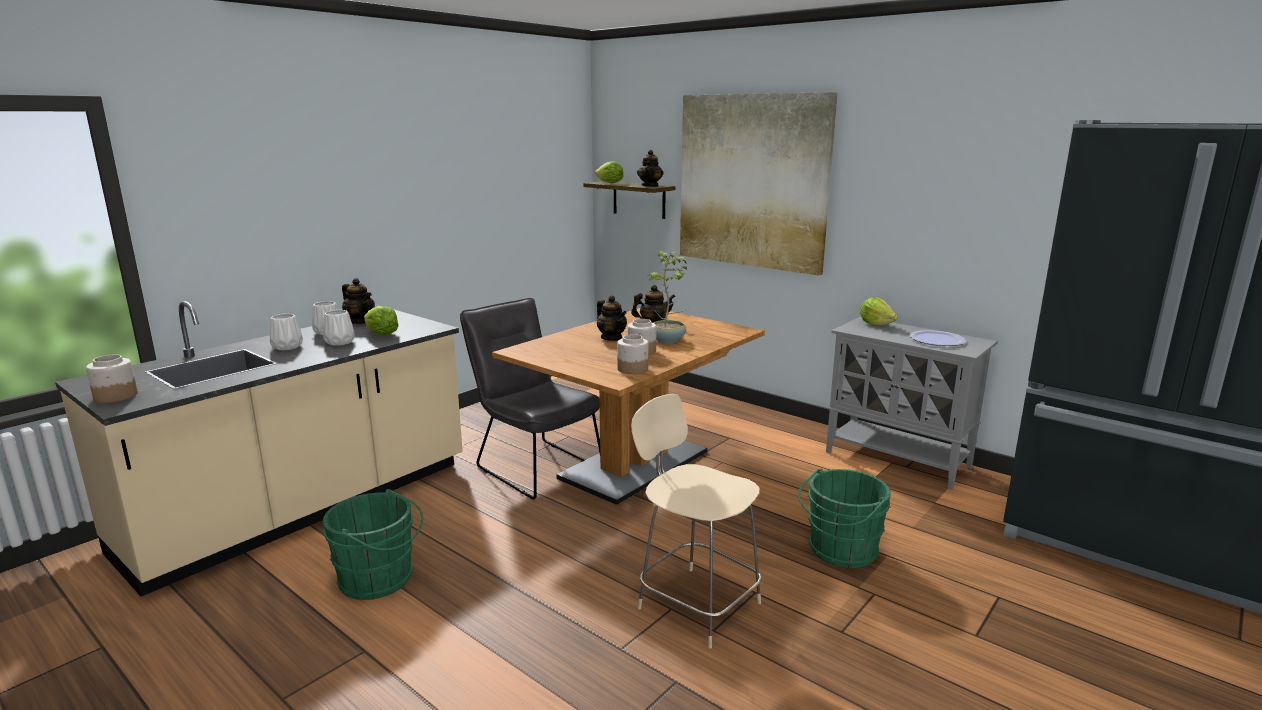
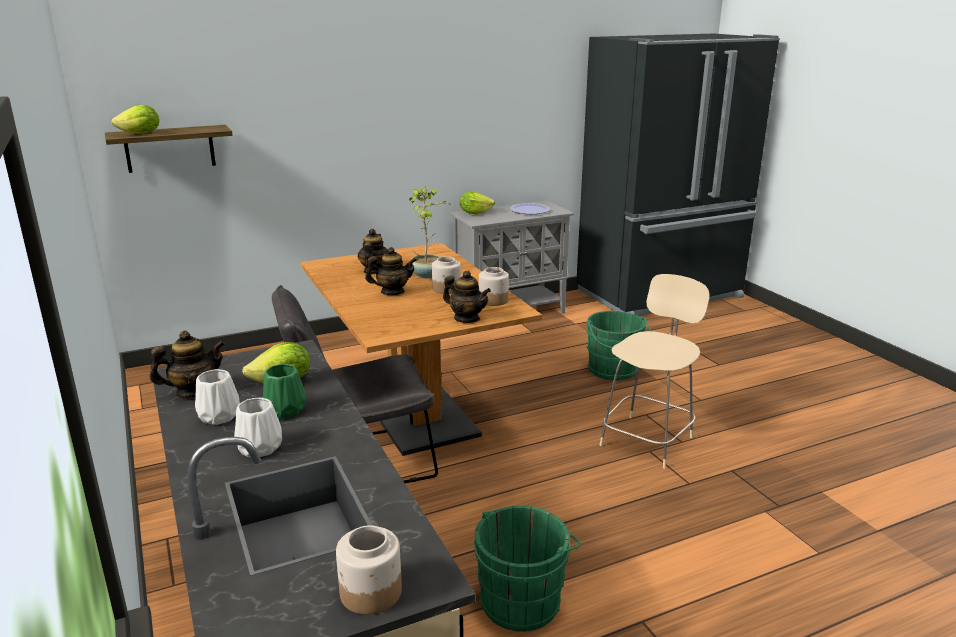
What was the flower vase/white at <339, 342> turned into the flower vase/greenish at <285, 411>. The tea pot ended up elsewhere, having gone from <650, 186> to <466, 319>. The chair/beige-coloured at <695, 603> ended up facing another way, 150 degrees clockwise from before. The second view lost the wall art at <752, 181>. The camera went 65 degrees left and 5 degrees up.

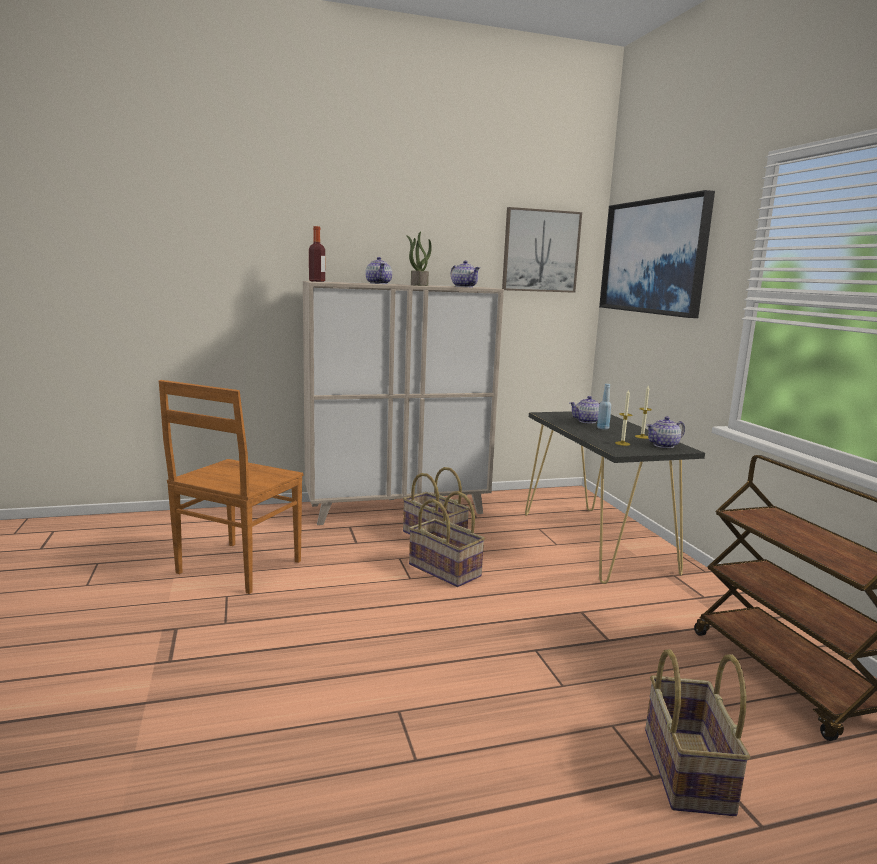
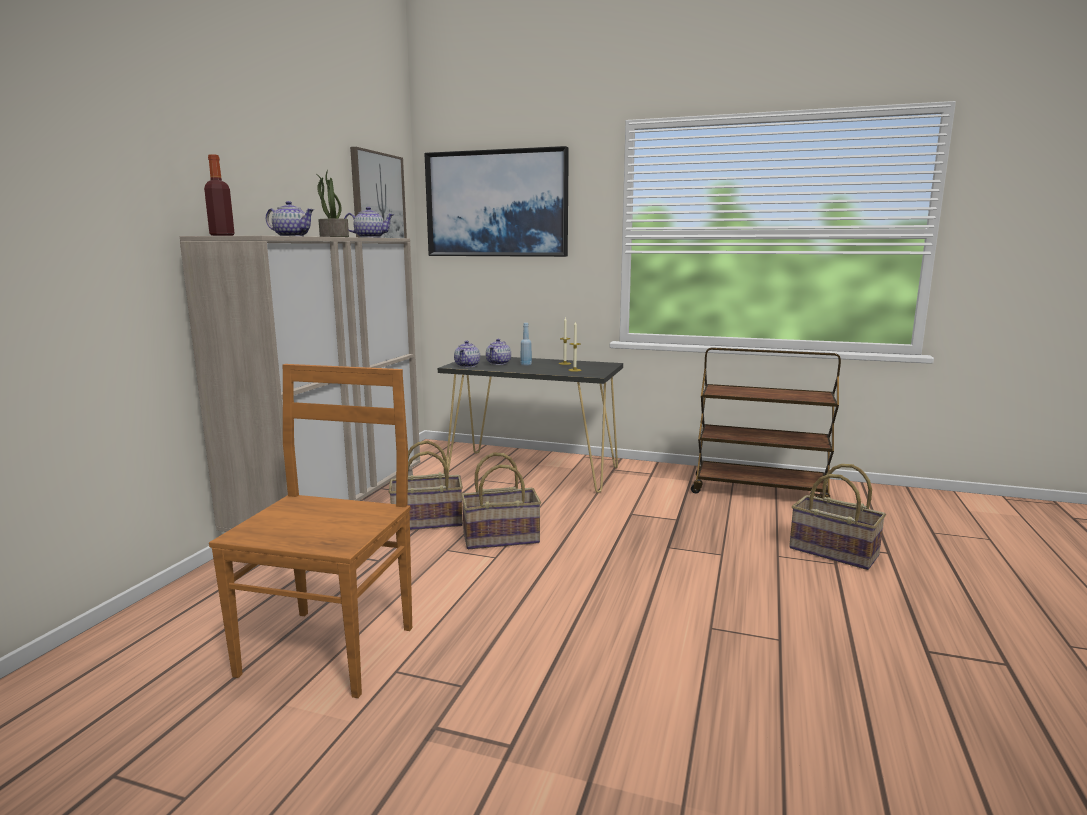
The chair/brown-coloured at <237, 568> ended up facing another way, 135 degrees counterclockwise from before. The tea pot ended up elsewhere, having gone from <664, 445> to <467, 365>. The camera went 55 degrees left and 0 degrees up.

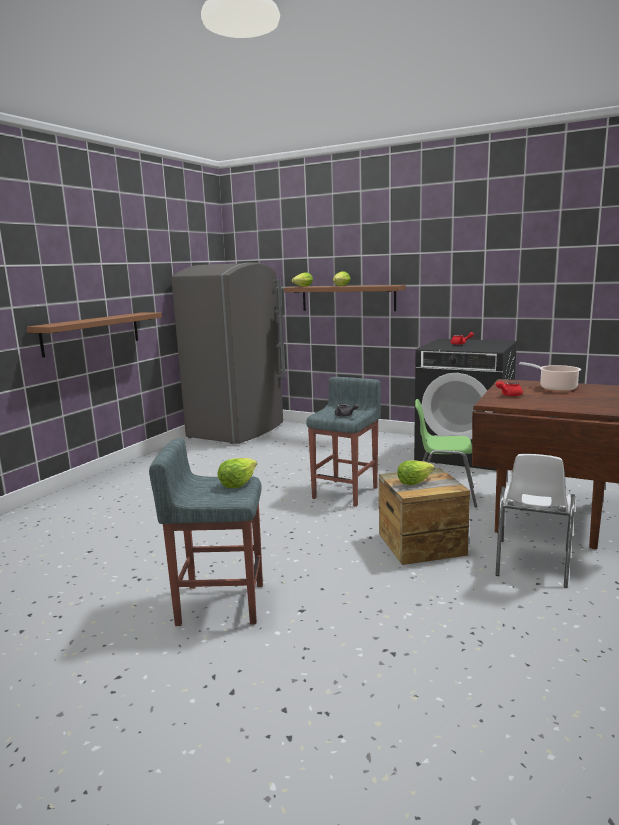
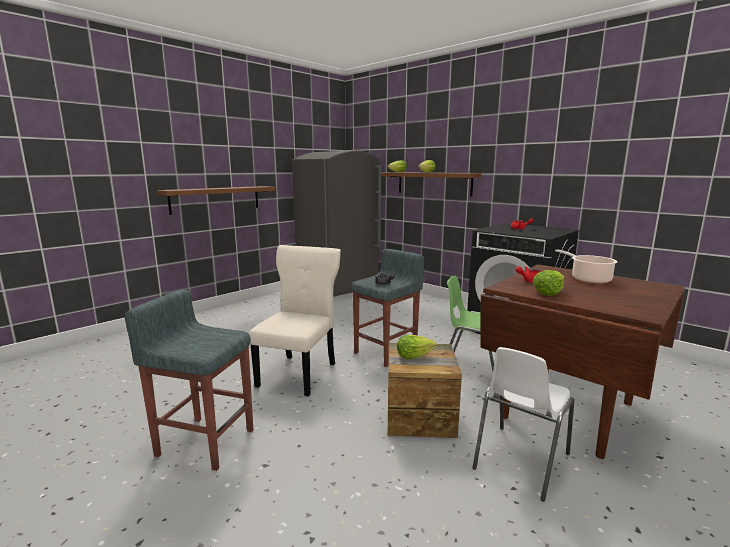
The second view gained the chair/beige-coloured at <299, 373>. The head of lettuce ended up elsewhere, having gone from <238, 483> to <548, 292>. The camera went 15 degrees right and 0 degrees up.

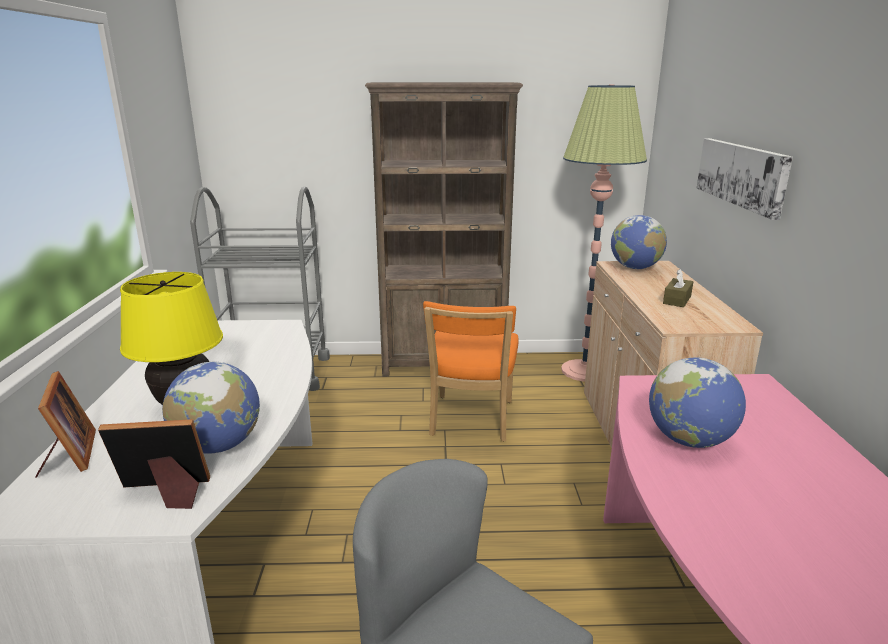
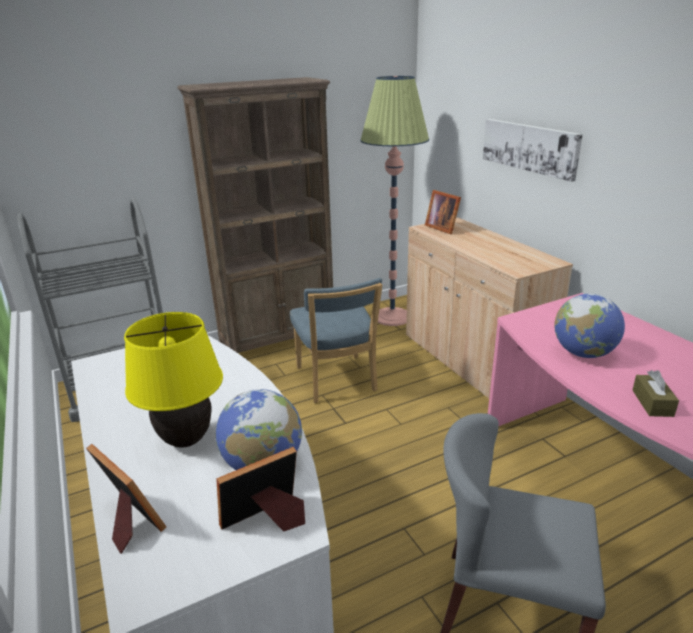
What was the chair/orangey at <470, 421> turned into the chair/bluish at <337, 381>. Where the desk globe stood at <635, 268>, the photo frame came to stand at <442, 228>. The box of tissues/brown-coloured ended up elsewhere, having gone from <677, 300> to <652, 403>. The camera went 25 degrees left and 5 degrees up.

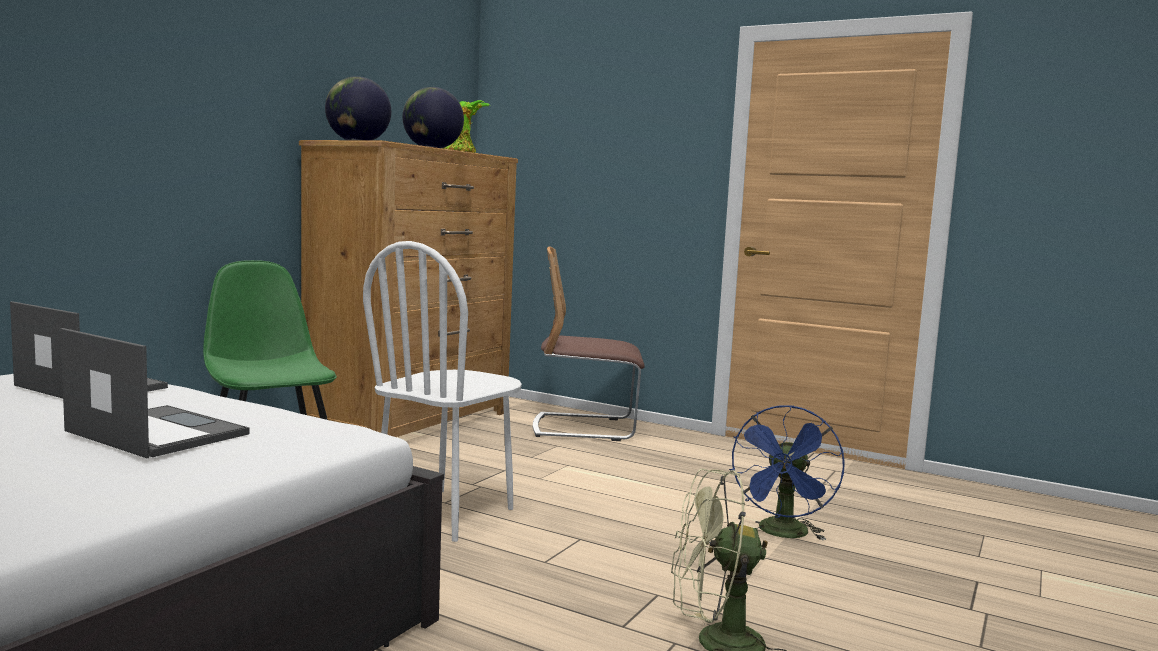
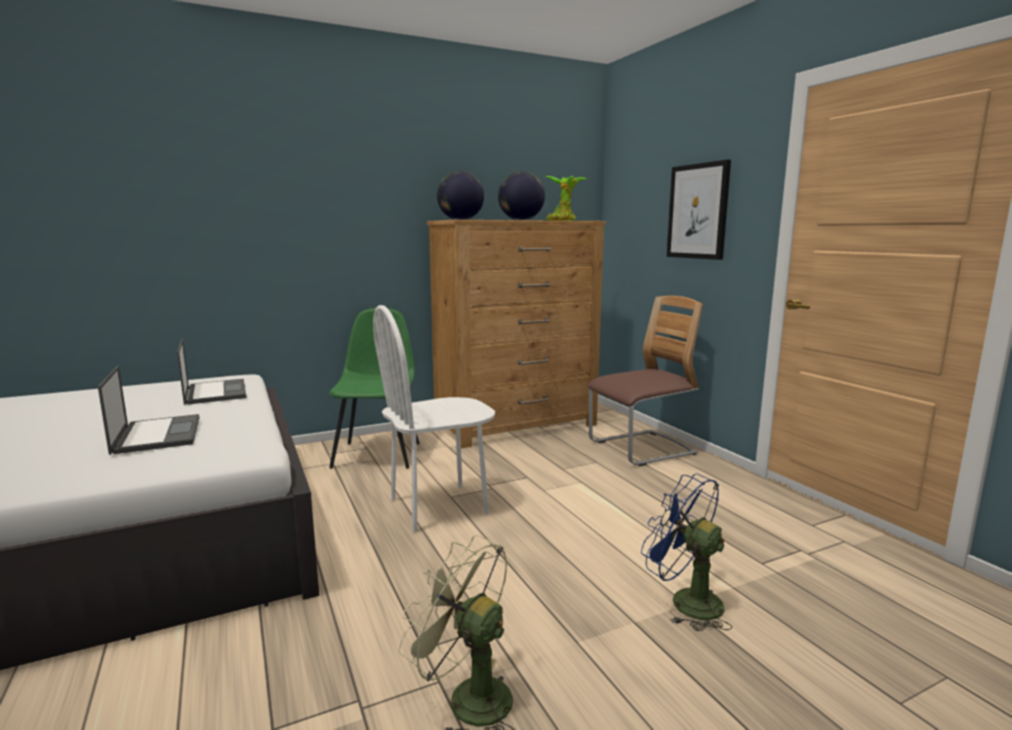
The chair at <585, 428> ended up facing another way, 120 degrees clockwise from before. The electric fan/bluish at <783, 534> ended up facing another way, 75 degrees clockwise from before. The second view gained the wall art at <698, 211>. The camera went 35 degrees right and 5 degrees up.

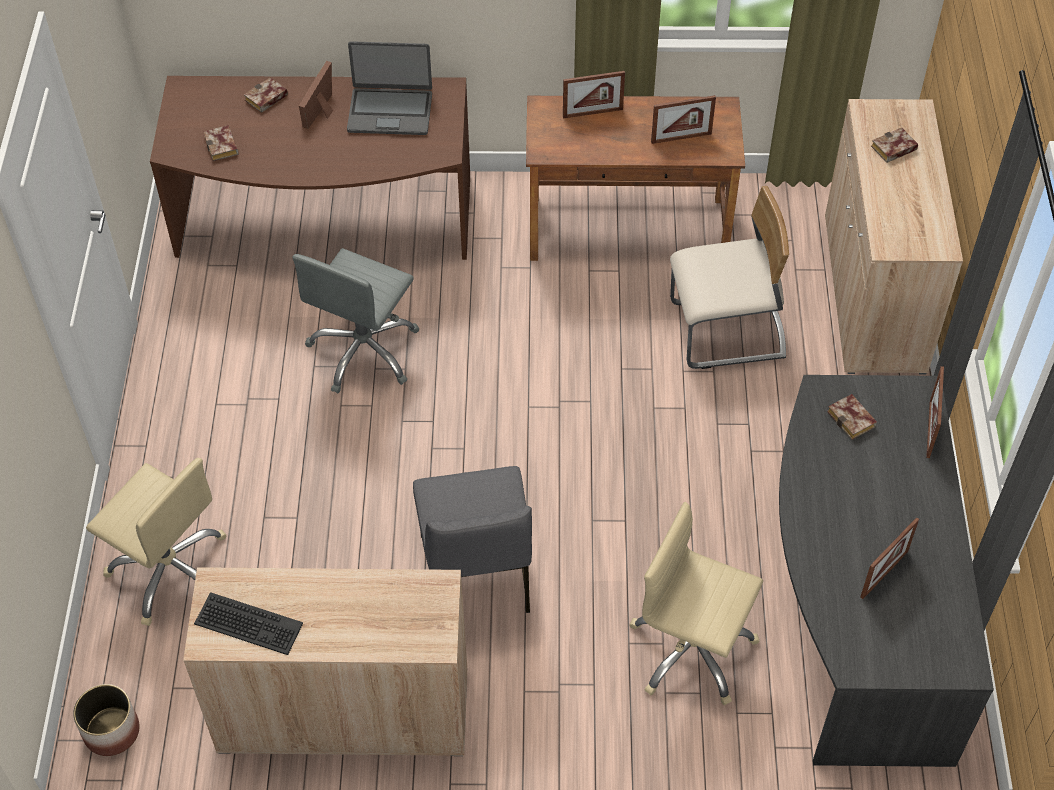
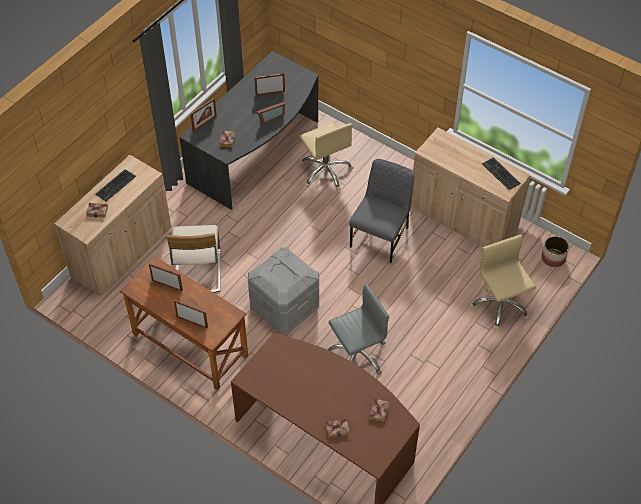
The second view gained the PC keyboard at <115, 185>. The chair/beige-coloured at <727, 332> ended up facing another way, 120 degrees counterclockwise from before. The second view gained the storage bin/greyish at <284, 307>. The photo frame ended up elsewhere, having gone from <323, 110> to <270, 117>. The second view lost the laptop at <390, 111>. The camera went 145 degrees left and 0 degrees up.

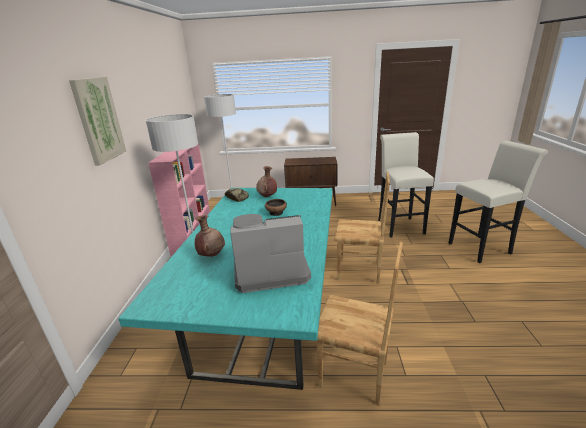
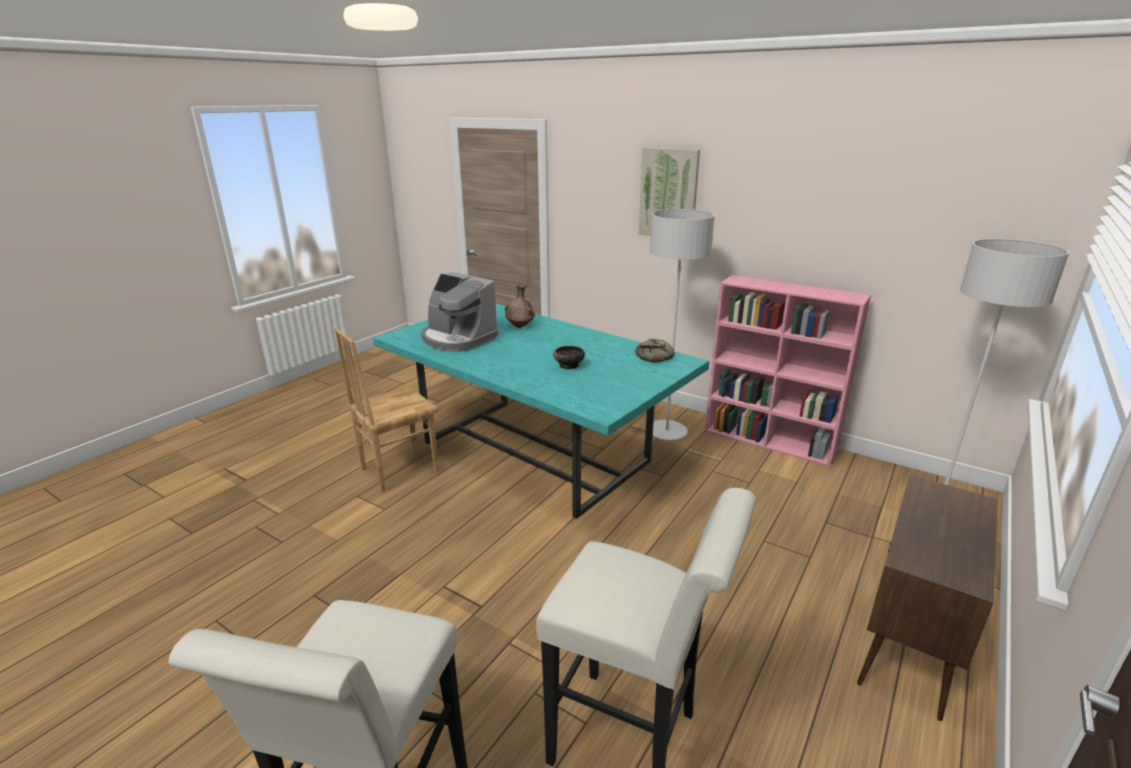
The coffee machine at <269, 271> ended up facing another way, 105 degrees clockwise from before. The second view lost the flower vase/brown-coloured at <267, 196>. The second view lost the chair/brown-coloured at <359, 272>. The camera went 120 degrees right and 0 degrees up.

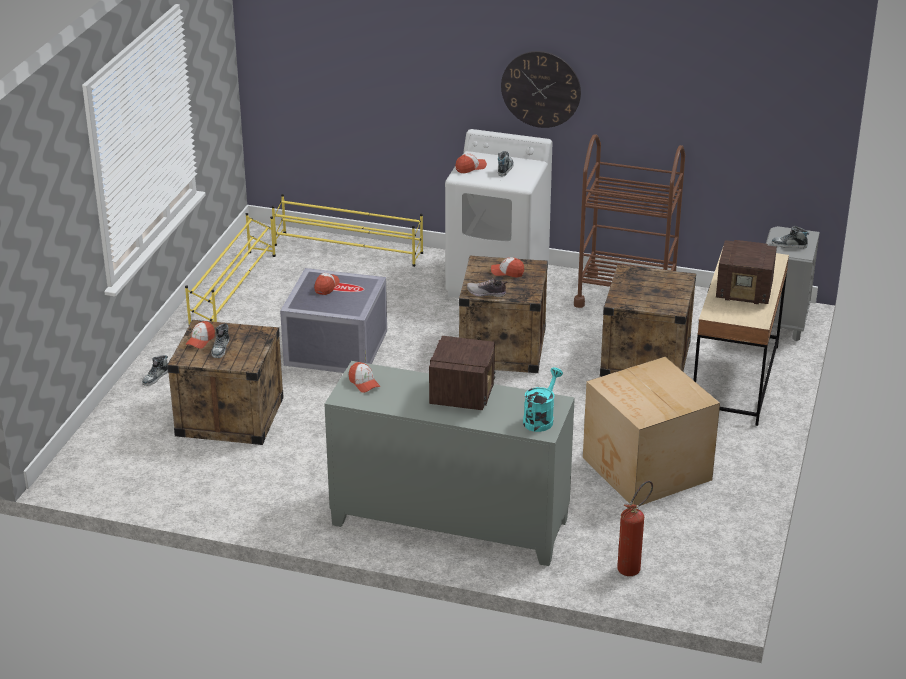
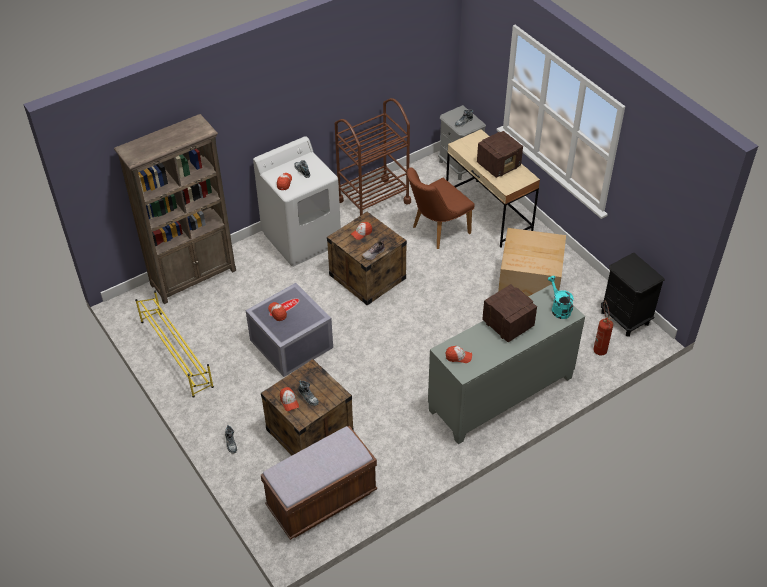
Where the shoe stand/yellow-coloured stood at <348, 249>, the bookshelf/brown-coloured came to stand at <194, 277>. The second view gained the bench/brown-coloured at <322, 500>. Where the packing crate stood at <645, 358>, the chair/brown-coloured came to stand at <436, 231>. The second view gained the bedside table/black-coloured at <625, 318>. The second view lost the hanging clock at <541, 89>. The camera went 50 degrees left and 15 degrees up.

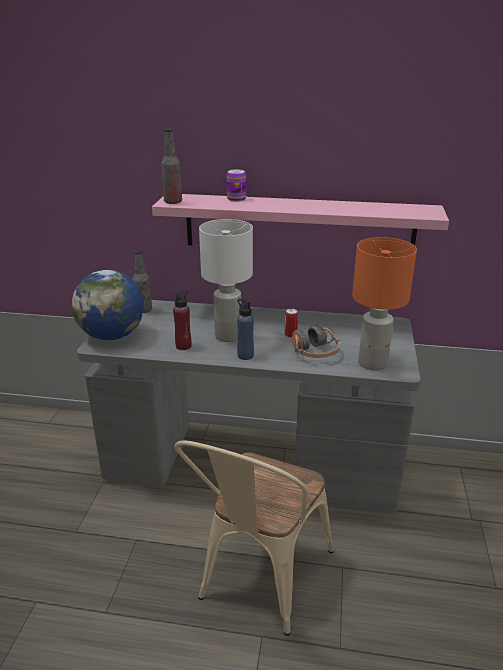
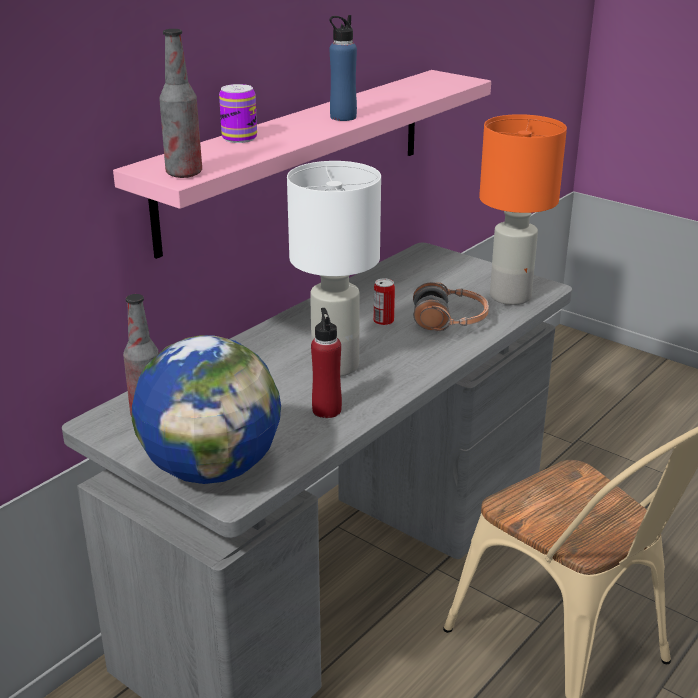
The bottle/bluish ended up elsewhere, having gone from <245, 355> to <343, 117>. The camera went 60 degrees left and 0 degrees up.

